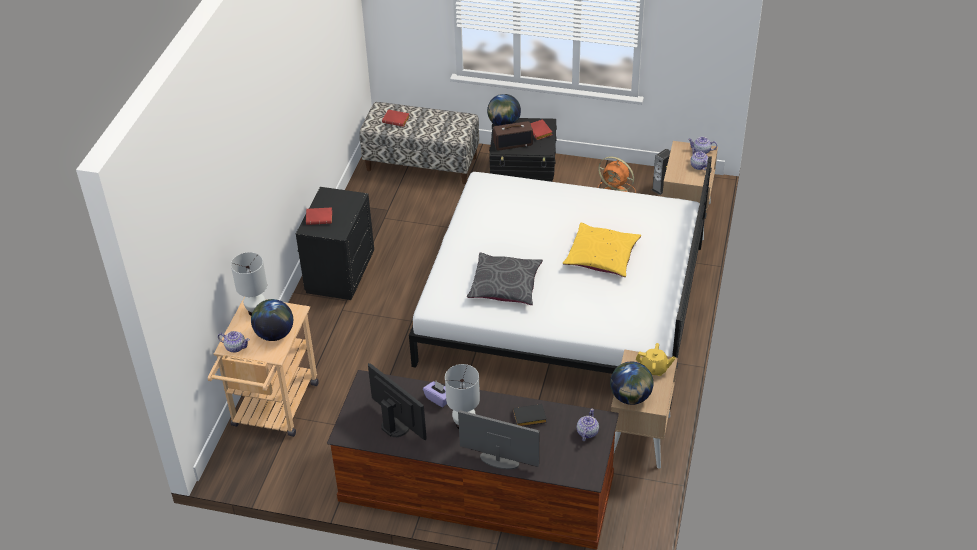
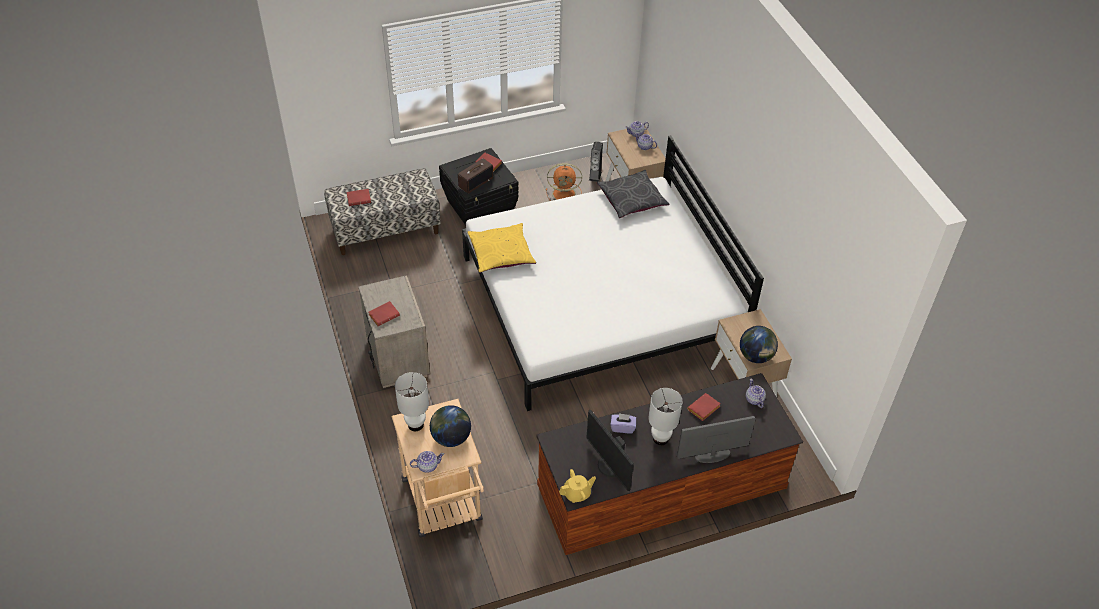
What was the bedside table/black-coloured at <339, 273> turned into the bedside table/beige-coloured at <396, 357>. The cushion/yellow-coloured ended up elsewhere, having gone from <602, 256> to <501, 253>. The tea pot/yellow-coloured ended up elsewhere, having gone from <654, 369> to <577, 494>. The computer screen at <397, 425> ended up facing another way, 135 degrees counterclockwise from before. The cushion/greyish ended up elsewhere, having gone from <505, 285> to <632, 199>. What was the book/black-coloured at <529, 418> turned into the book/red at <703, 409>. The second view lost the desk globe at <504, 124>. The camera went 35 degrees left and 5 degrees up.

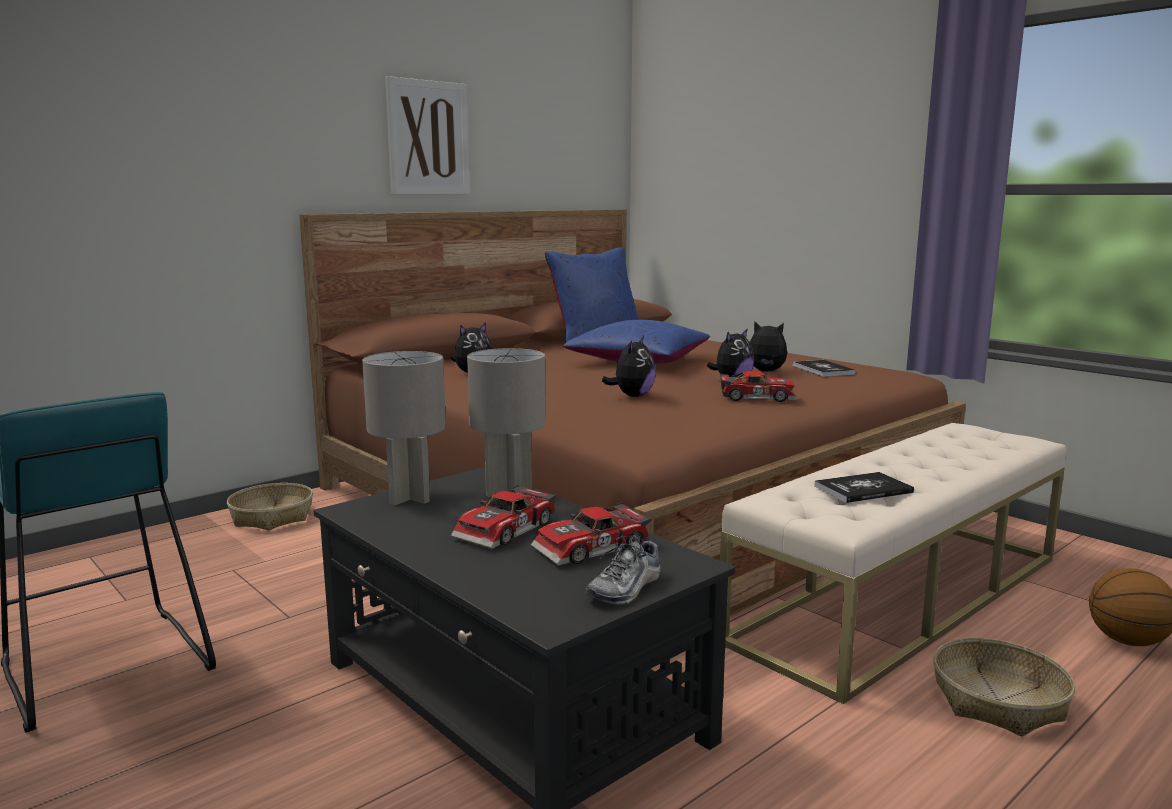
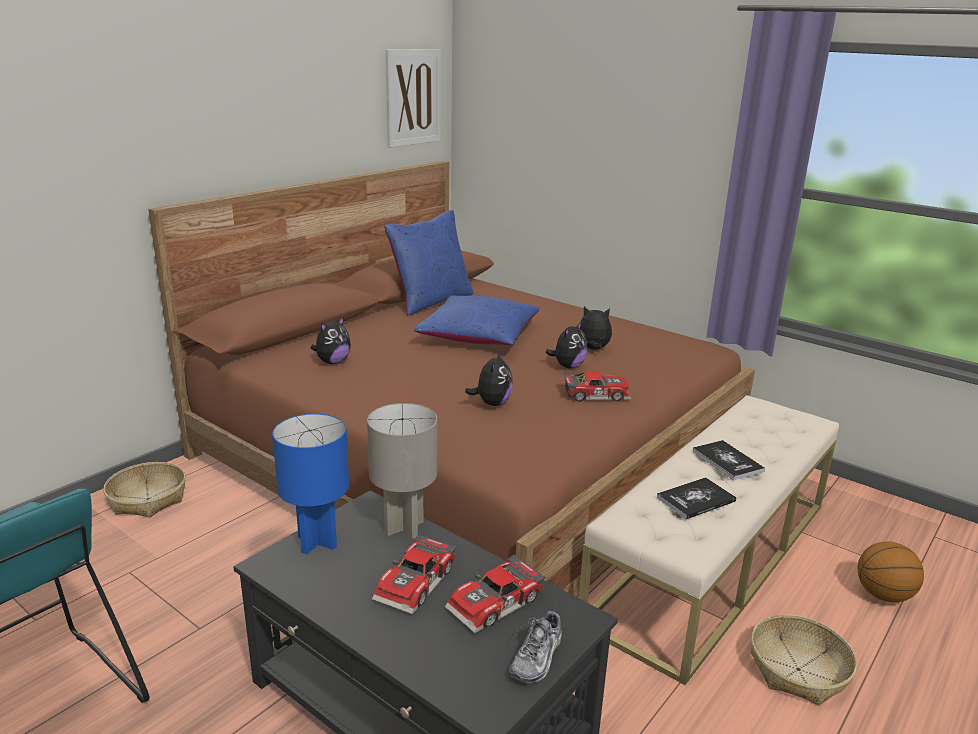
What was the lamp for a table/greyish at <410, 498> turned into the lamp for a table/bluish at <317, 542>. The wall art ended up elsewhere, having gone from <428, 138> to <413, 97>. The book ended up elsewhere, having gone from <823, 370> to <727, 461>. The camera went 10 degrees left and 10 degrees up.

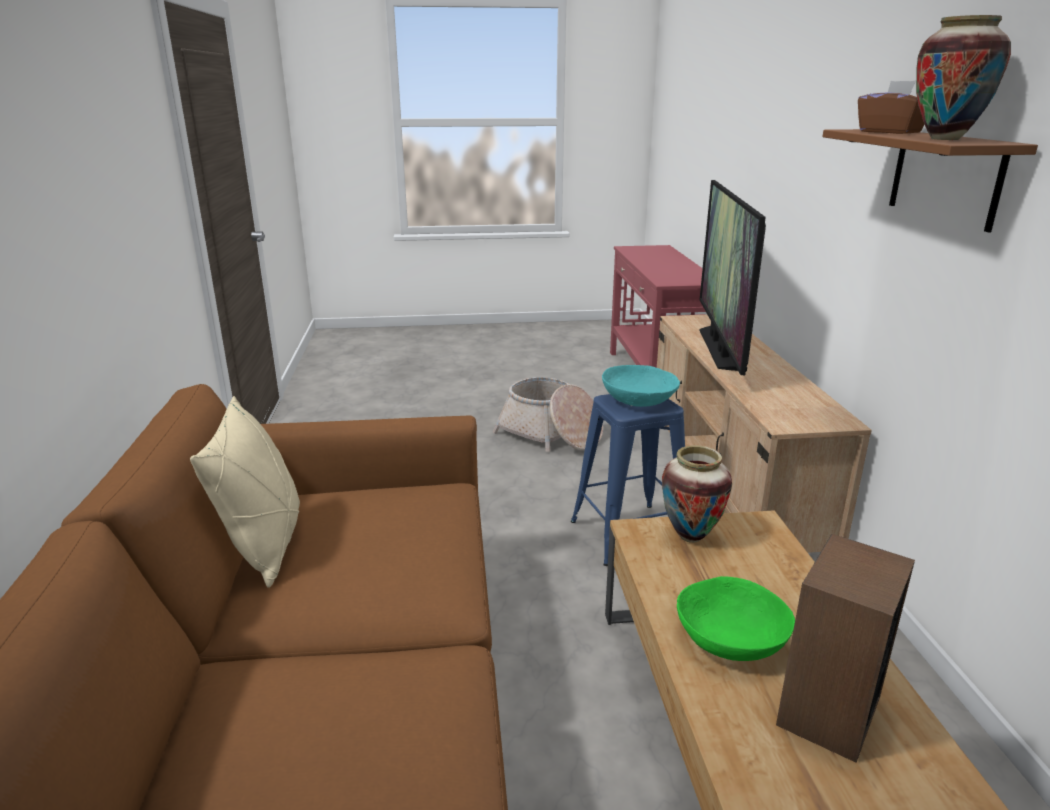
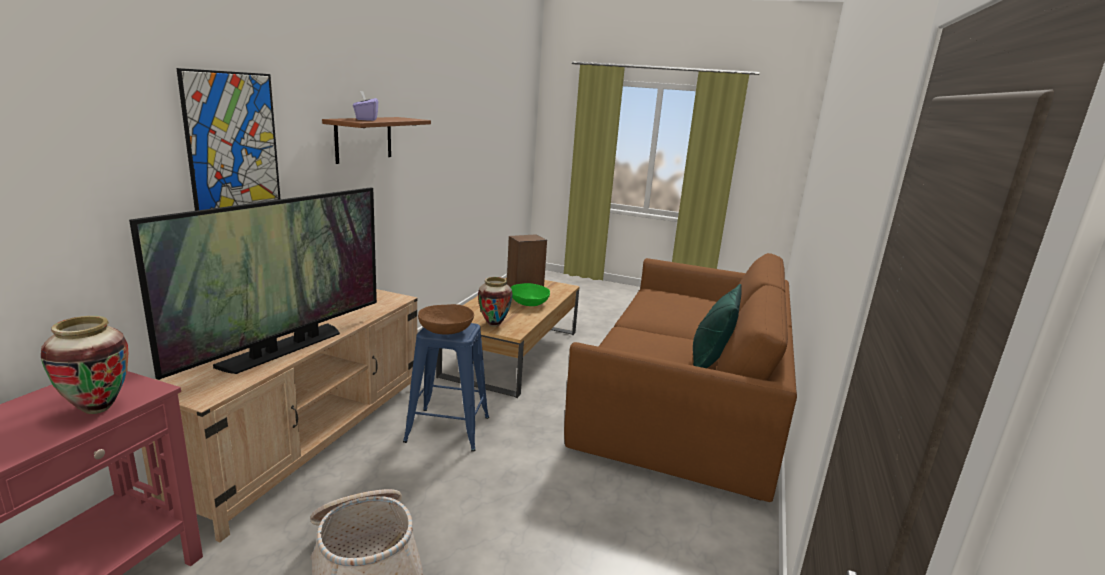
The flower vase ended up elsewhere, having gone from <945, 139> to <98, 408>. The second view gained the wall art at <234, 150>. What was the box of tissues/brown-coloured at <890, 132> turned into the box of tissues/purple-coloured at <366, 119>. What was the serving bowl/turquoise at <638, 400> turned into the serving bowl/brown-coloured at <446, 330>. What was the cushion/beige-coloured at <266, 545> turned into the cushion/greenish at <709, 361>. The camera went 155 degrees left and 5 degrees down.

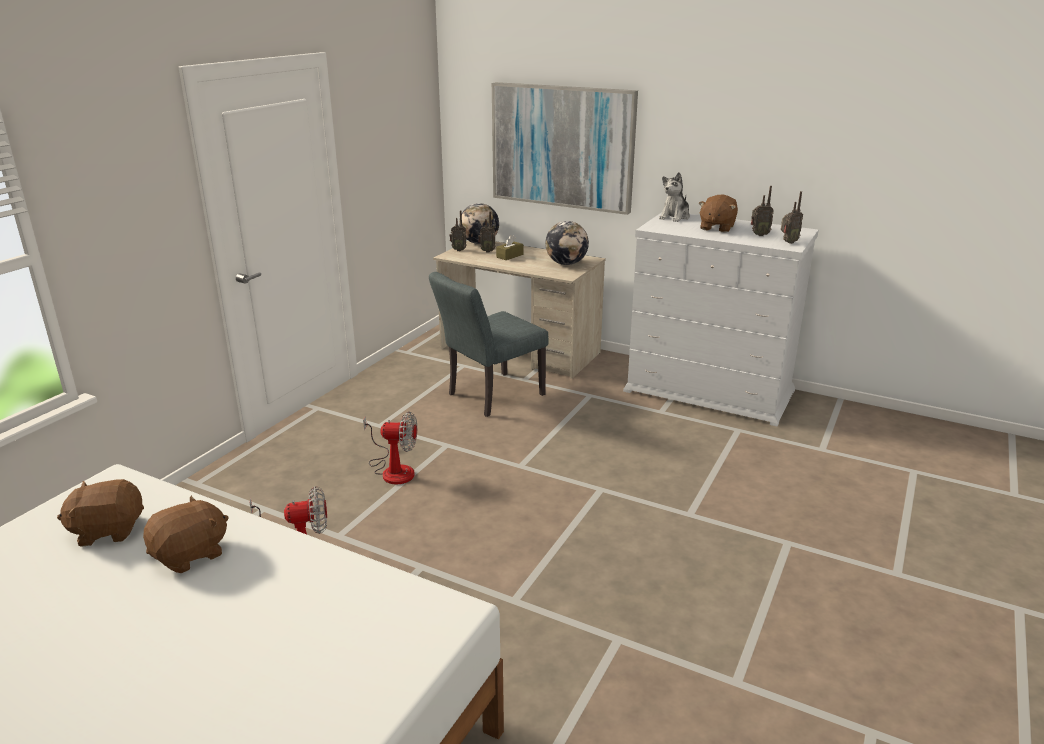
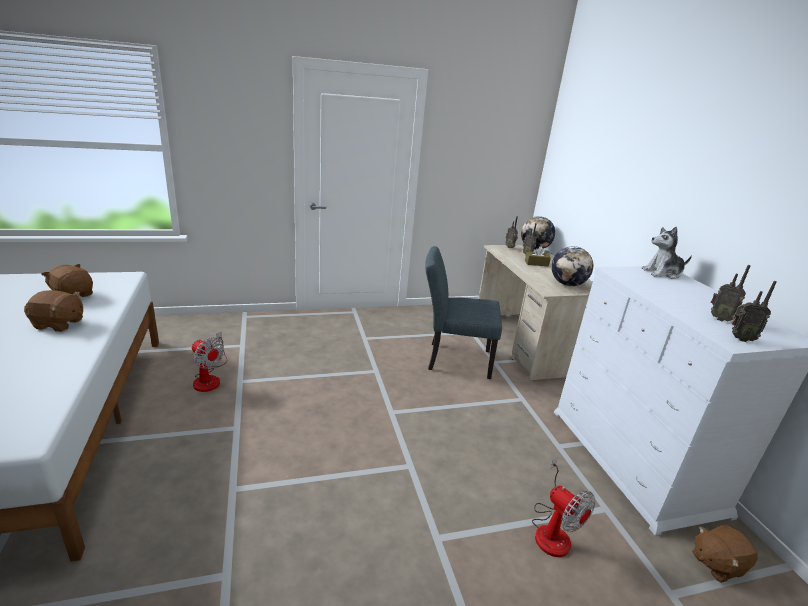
The electric fan ended up elsewhere, having gone from <393, 469> to <552, 530>. The cuddly toy/brown-coloured ended up elsewhere, having gone from <716, 228> to <716, 563>. The second view lost the wall art at <562, 146>. The camera went 45 degrees right and 0 degrees up.

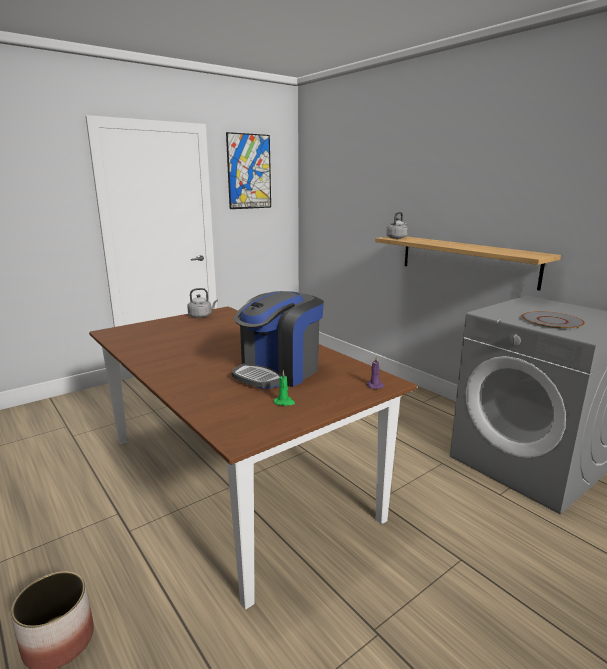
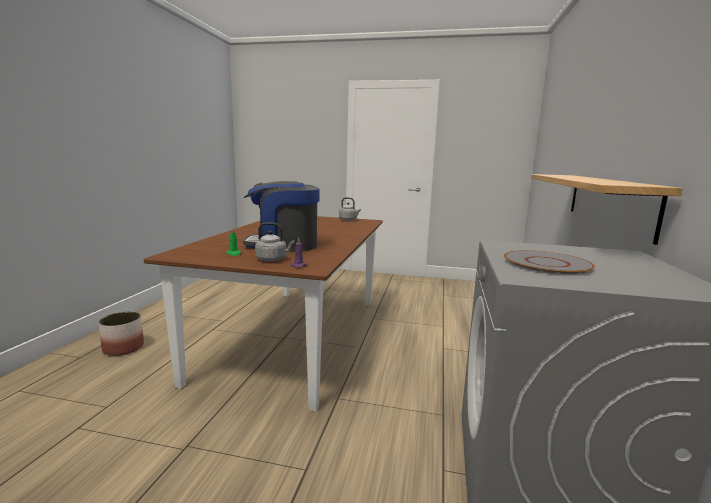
The water kettle/greyish ended up elsewhere, having gone from <397, 238> to <273, 259>. The second view lost the wall art at <249, 171>. The camera went 50 degrees right and 5 degrees down.

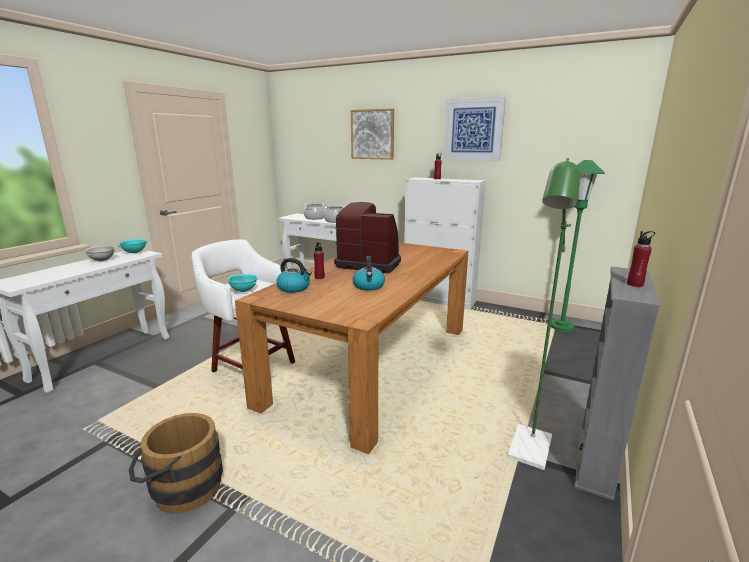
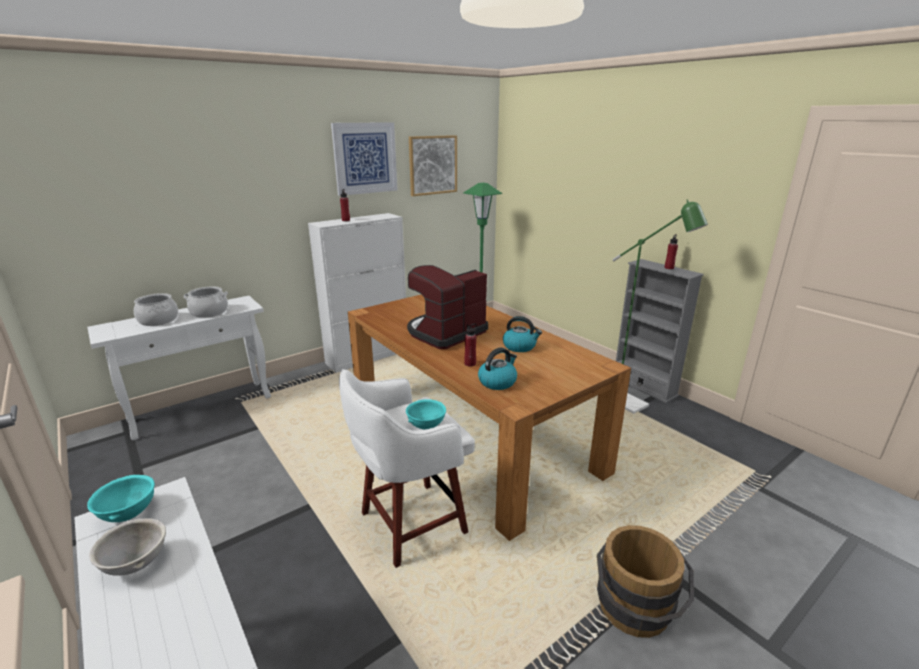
The wall art ended up elsewhere, having gone from <372, 134> to <433, 165>. The camera went 65 degrees left and 5 degrees up.

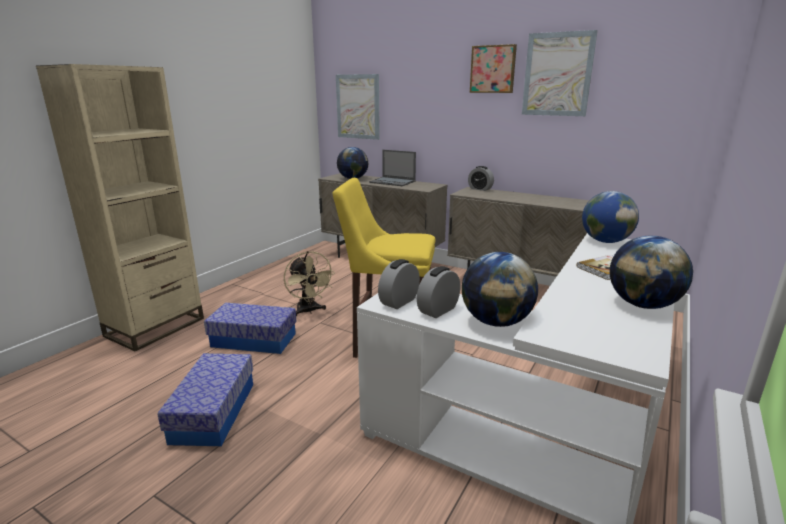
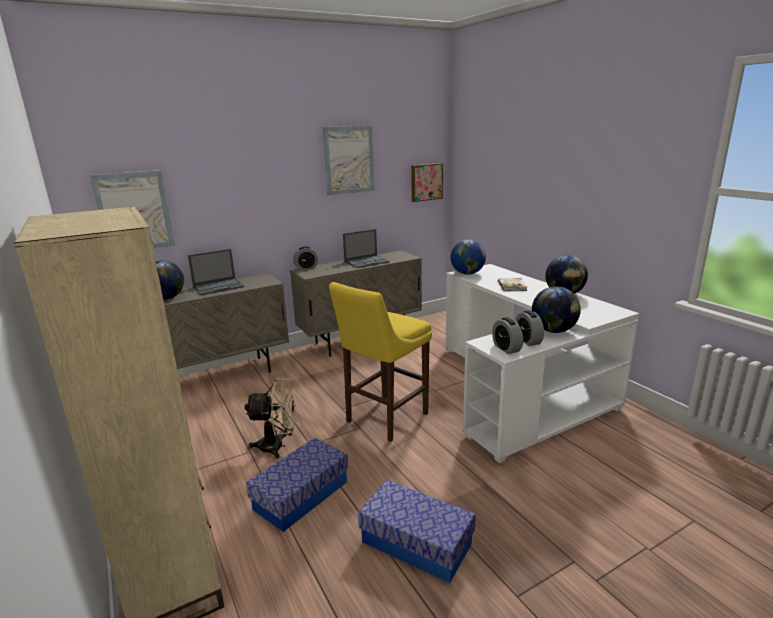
The second view gained the laptop at <367, 262>. The wall art ended up elsewhere, having gone from <493, 69> to <426, 182>. The camera went 60 degrees left and 0 degrees up.

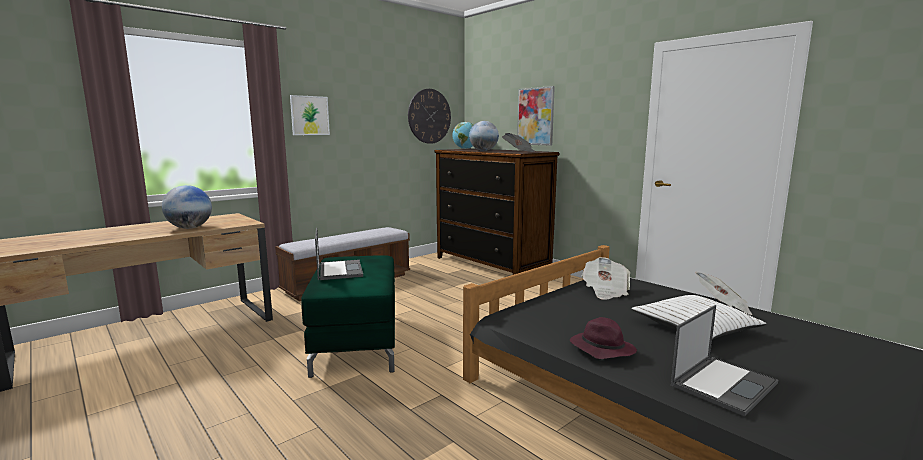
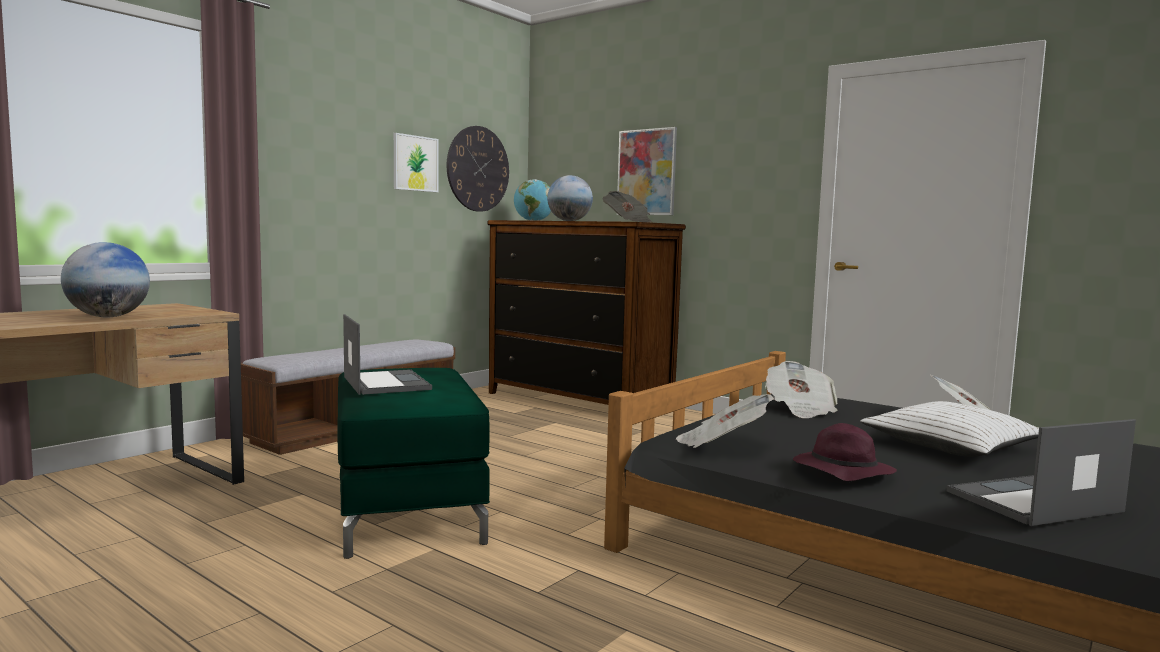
The wall art ended up elsewhere, having gone from <309, 115> to <415, 163>. The second view gained the newspaper at <721, 445>. The laptop at <724, 384> ended up facing another way, 150 degrees counterclockwise from before. The camera went 10 degrees left and 5 degrees down.

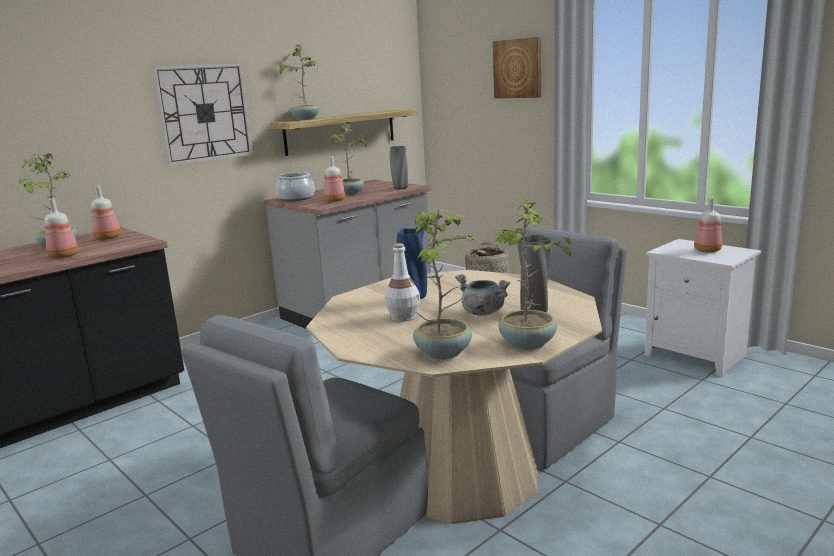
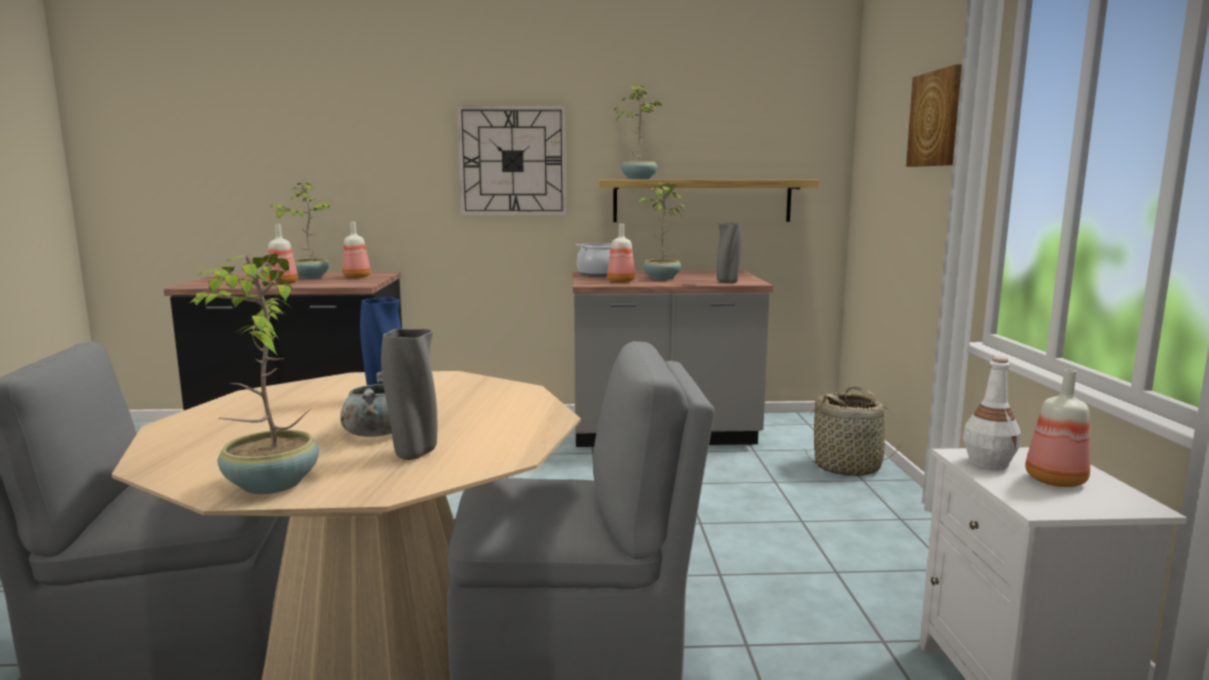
The bottle/white ended up elsewhere, having gone from <403, 317> to <989, 463>. The second view lost the houseplant at <444, 352>. The camera went 40 degrees right and 5 degrees down.

